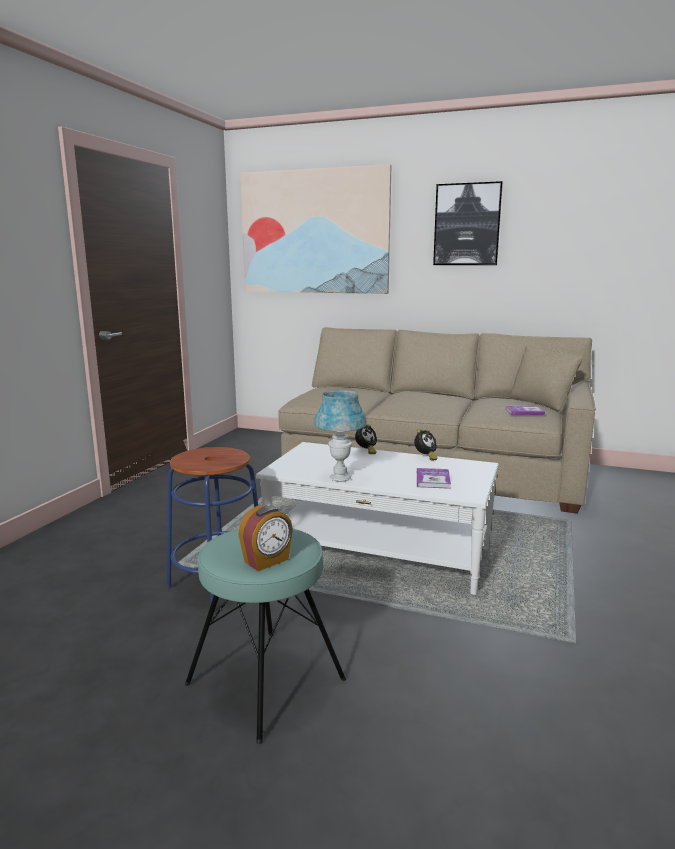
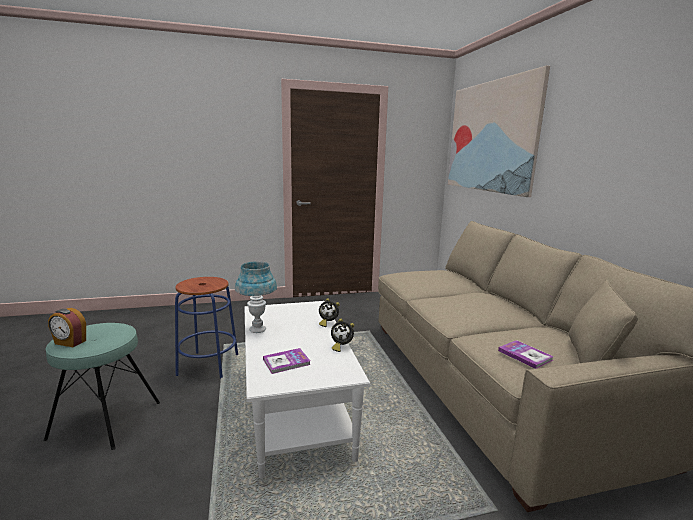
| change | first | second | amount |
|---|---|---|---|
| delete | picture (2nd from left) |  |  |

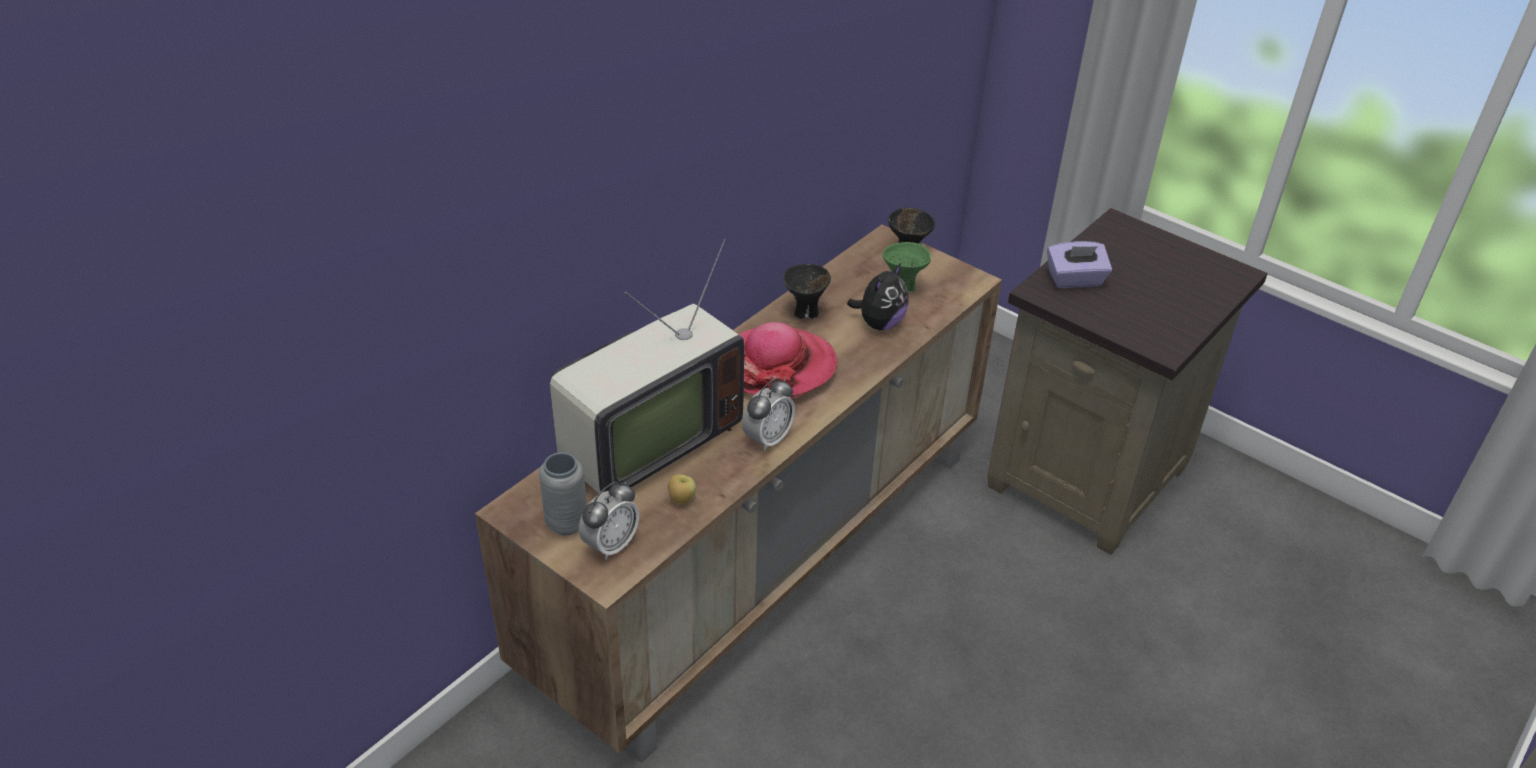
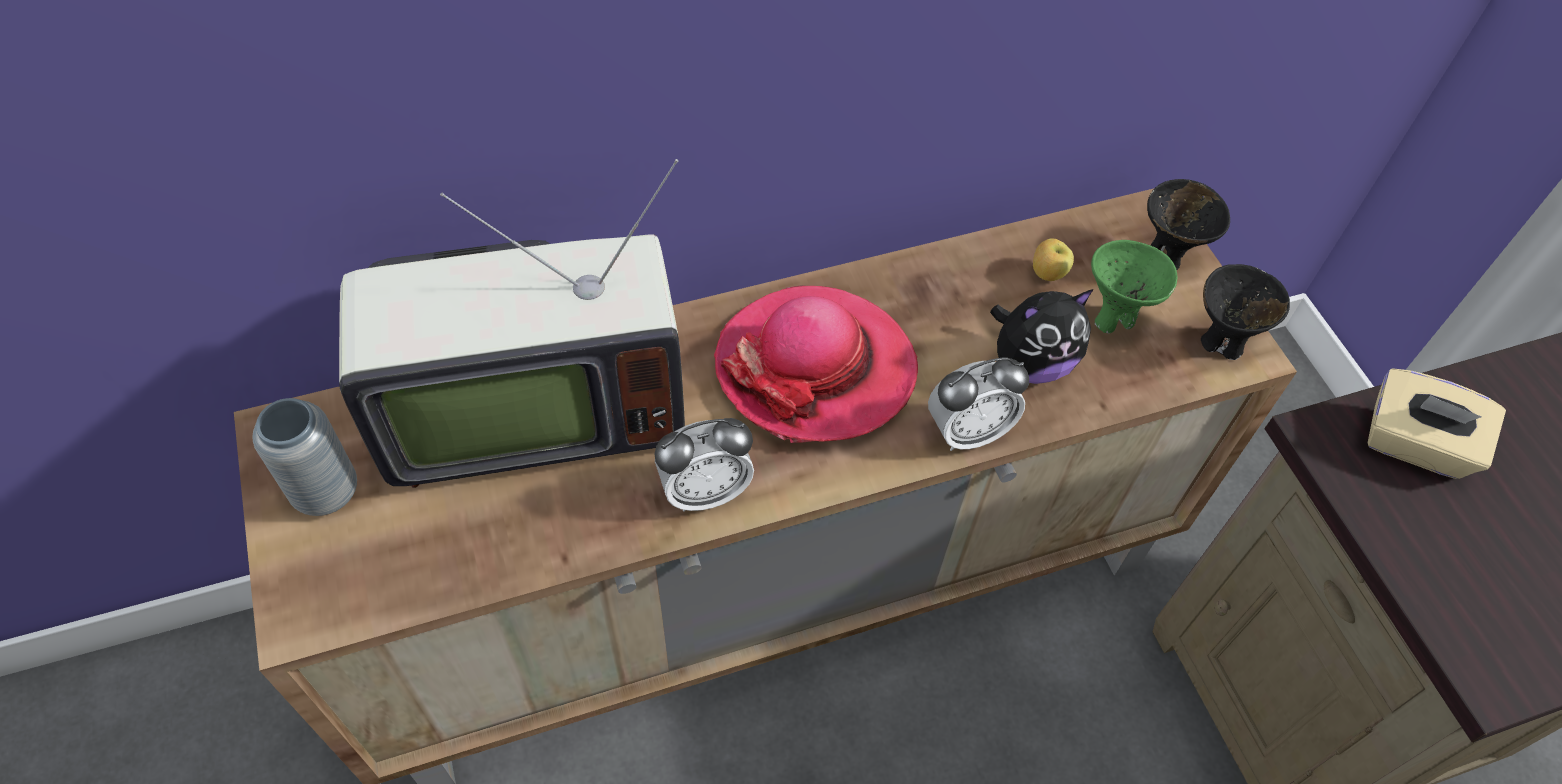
| change | first | second | amount |
|---|---|---|---|
| move | alarm clock (1st from left in the first image) | alarm clock (2nd from left) |  |
| move | apple |  |  |
| move | black bowl (1st from left in the first image) | black bowl (2nd from left) |  |
| recolor | purple tissue box | beige tissue box |  |

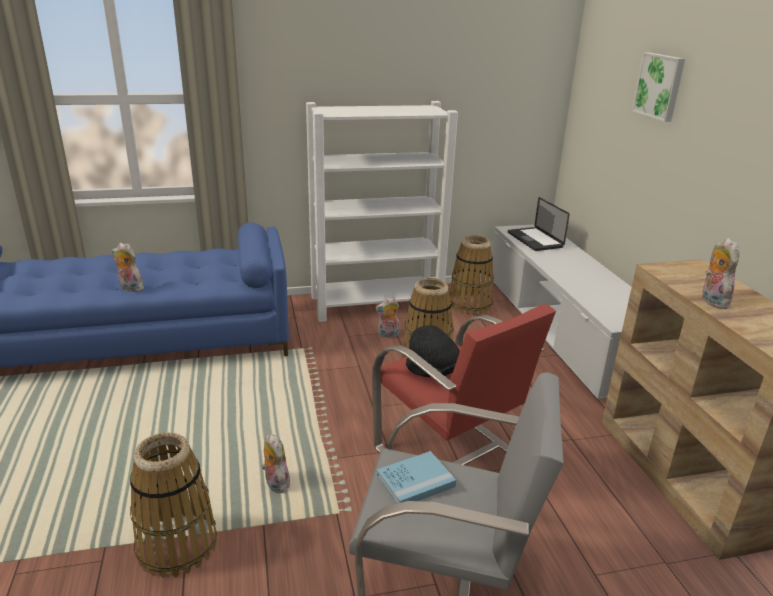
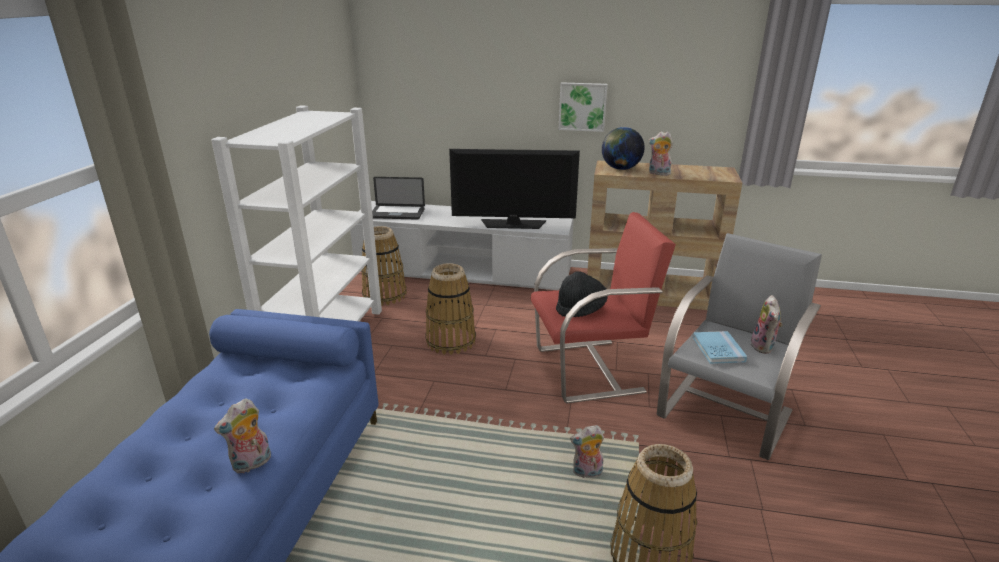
| change | first | second | amount |
|---|---|---|---|
| move | plush toy (3rd from left in the first image) | plush toy (4th from left) |  |
| move | picture |  |  |
| insert |  | television |  |
| insert |  | globe |  |

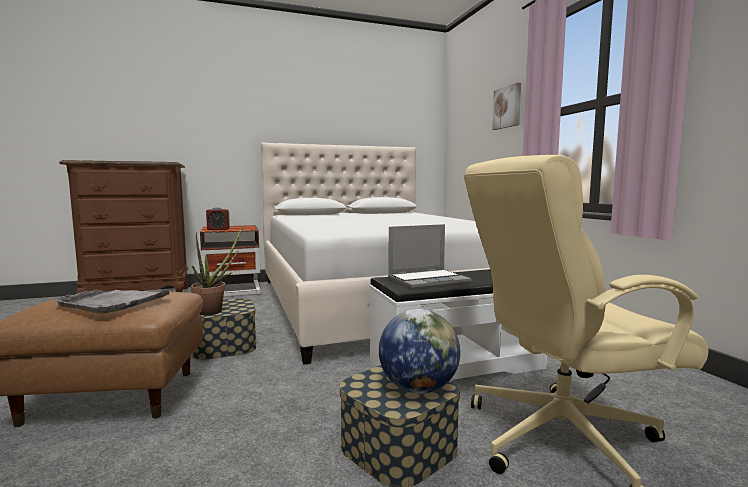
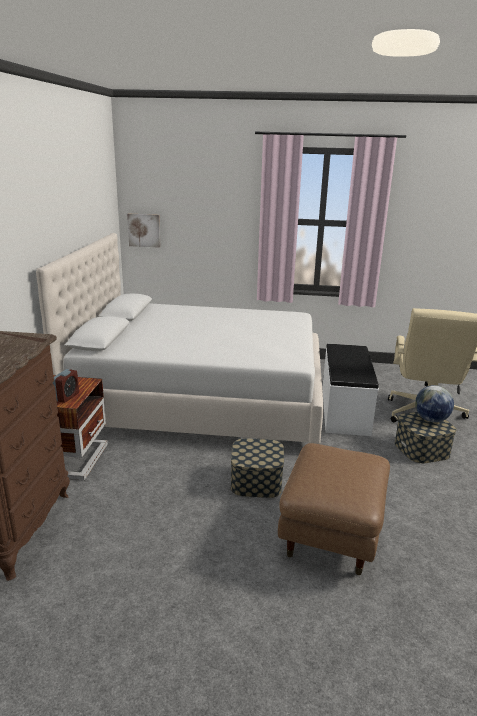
| change | first | second | amount |
|---|---|---|---|
| delete | grey tray |  |  |
| delete | potted plant |  |  |
| delete | laptop |  |  |
| move | picture |  |  |

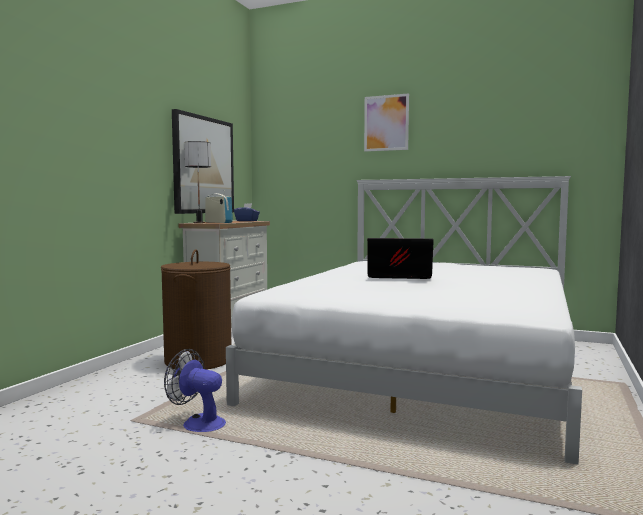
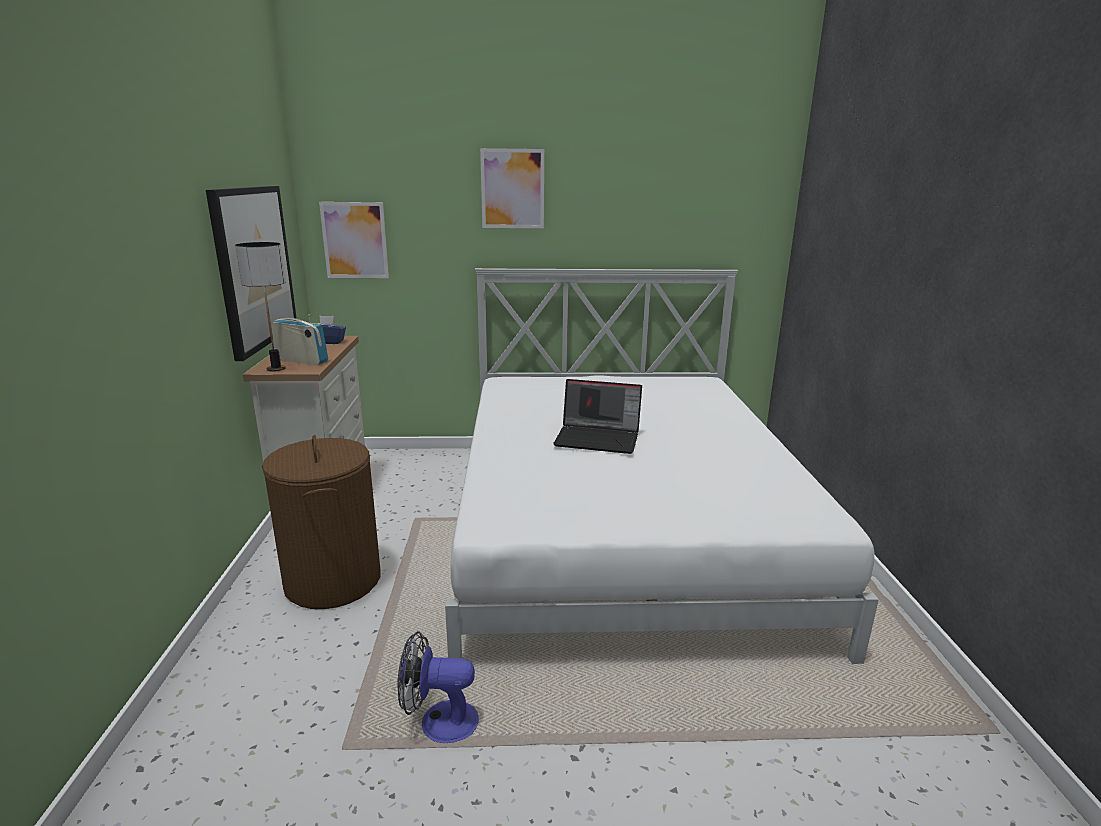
| change | first | second | amount |
|---|---|---|---|
| rotate | laptop |  | 150 degrees counterclockwise |
| insert |  | picture (2nd from left) |  |

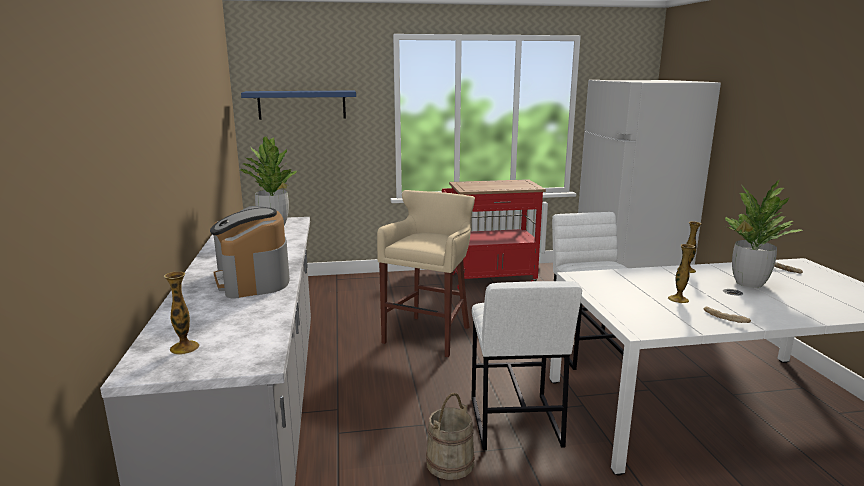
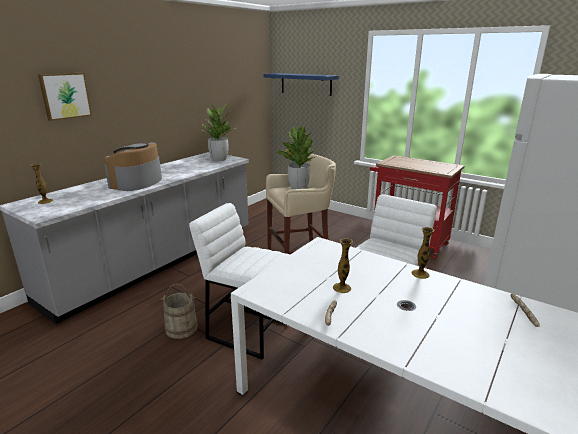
| change | first | second | amount |
|---|---|---|---|
| rotate | white chair (1st from left) |  | 75 degrees clockwise |
| move | potted plant (2nd from left) |  |  |
| insert |  | picture |  |

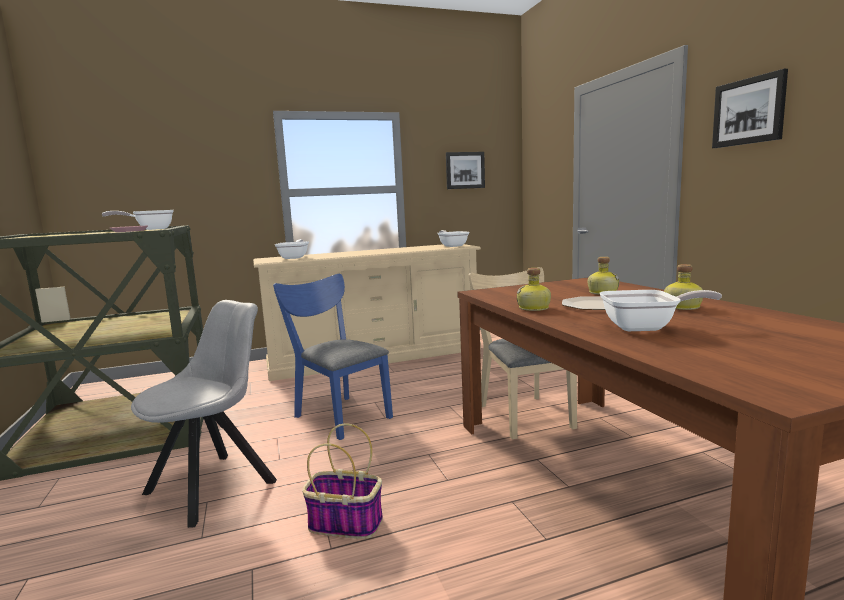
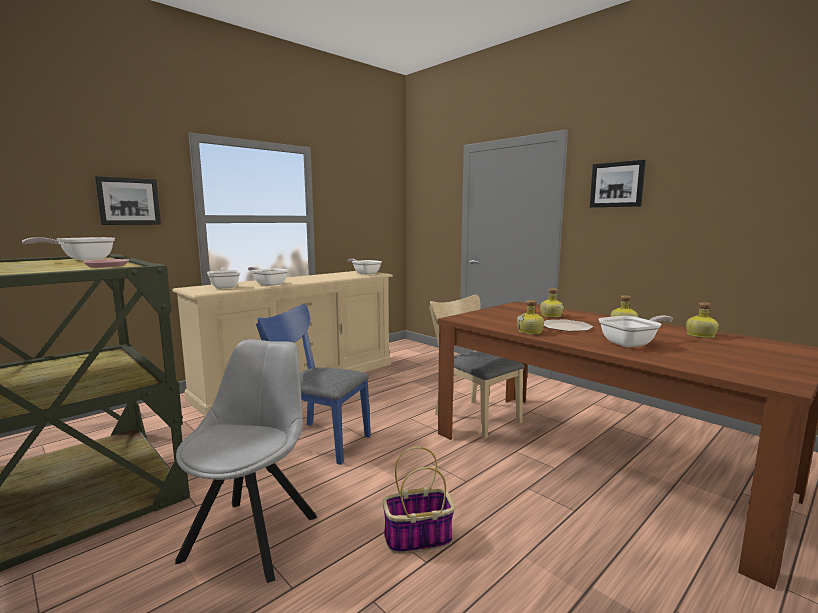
| change | first | second | amount |
|---|---|---|---|
| move | picture (1st from left) |  |  |
| insert |  | frying pan (3rd from left) |  |
| insert |  | bottle (4th from left) |  |

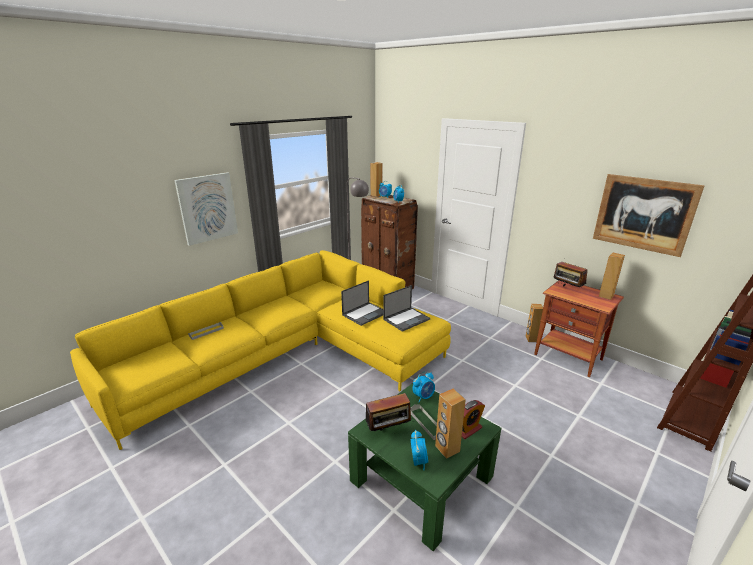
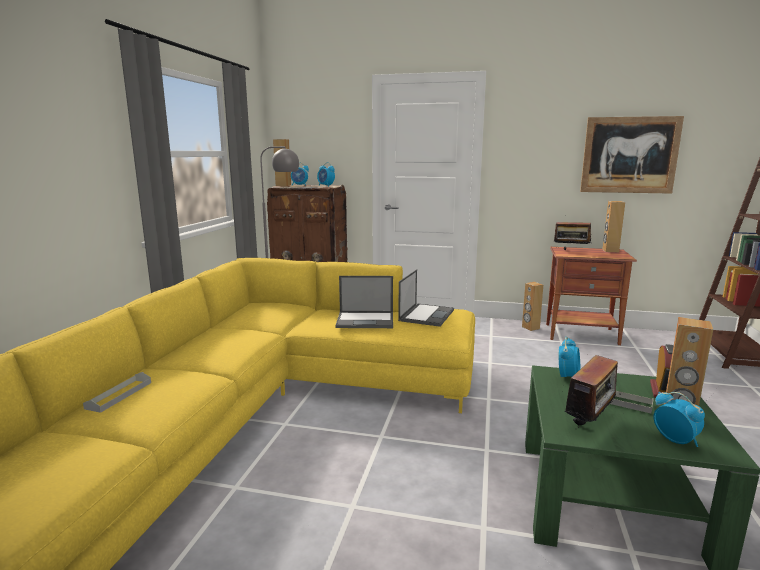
| change | first | second | amount |
|---|---|---|---|
| delete | picture (1st from left) |  |  |
| rotate | laptop (1st from left) |  | 75 degrees clockwise |

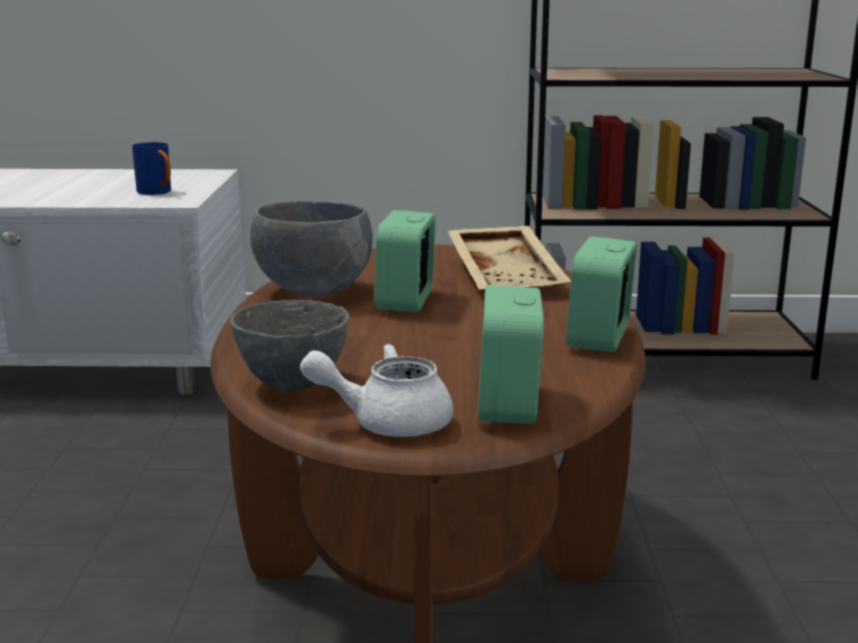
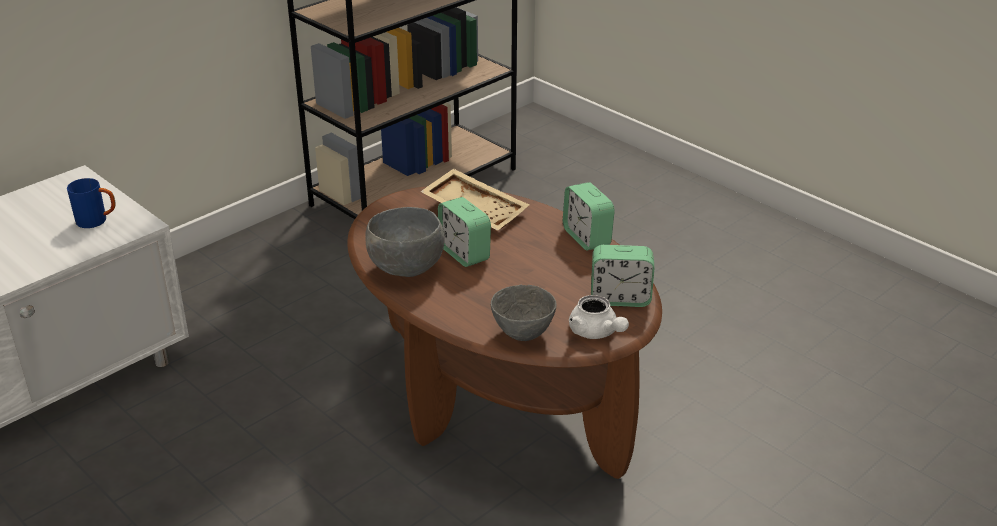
| change | first | second | amount |
|---|---|---|---|
| rotate | white teapot |  | 75 degrees counterclockwise |
| rotate | alarm clock (2nd from left in the first image) | alarm clock (3rd from left) | 45 degrees counterclockwise |

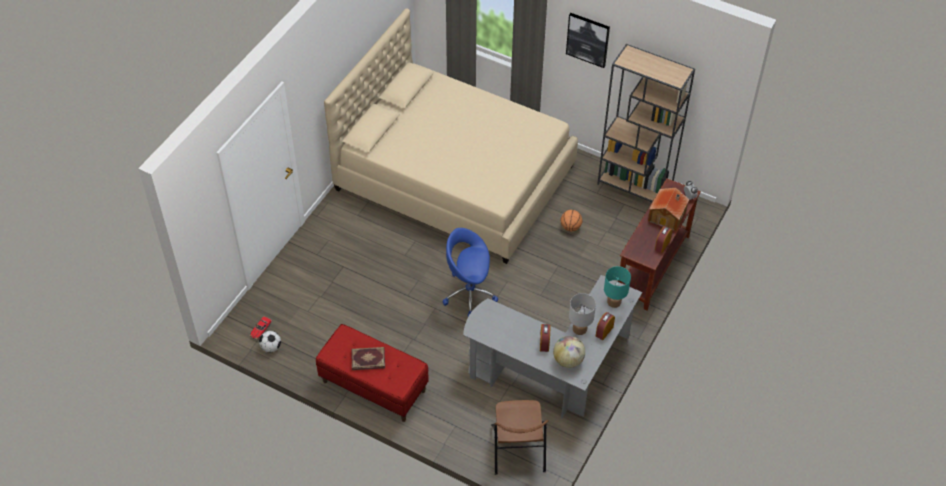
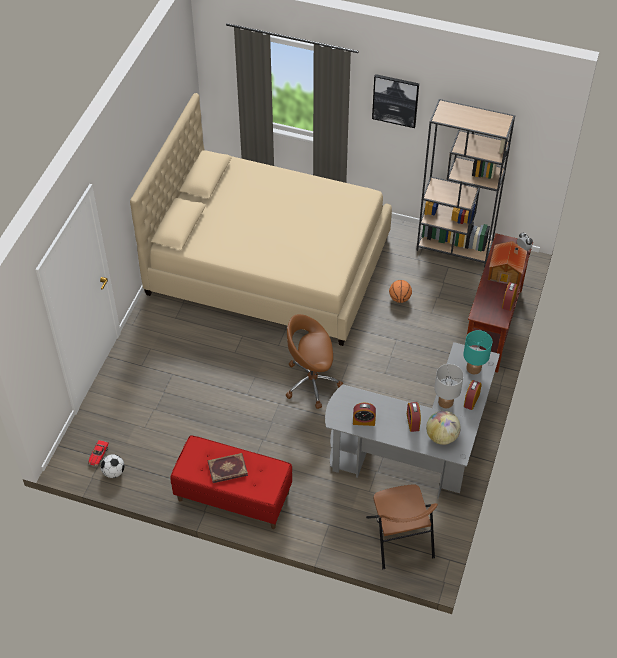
| change | first | second | amount |
|---|---|---|---|
| recolor | blue office chair | brown office chair |  |
| insert |  | alarm clock (1st from left) |  |

